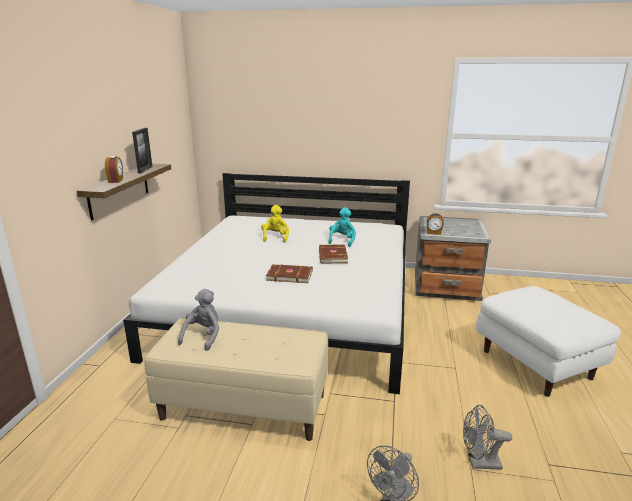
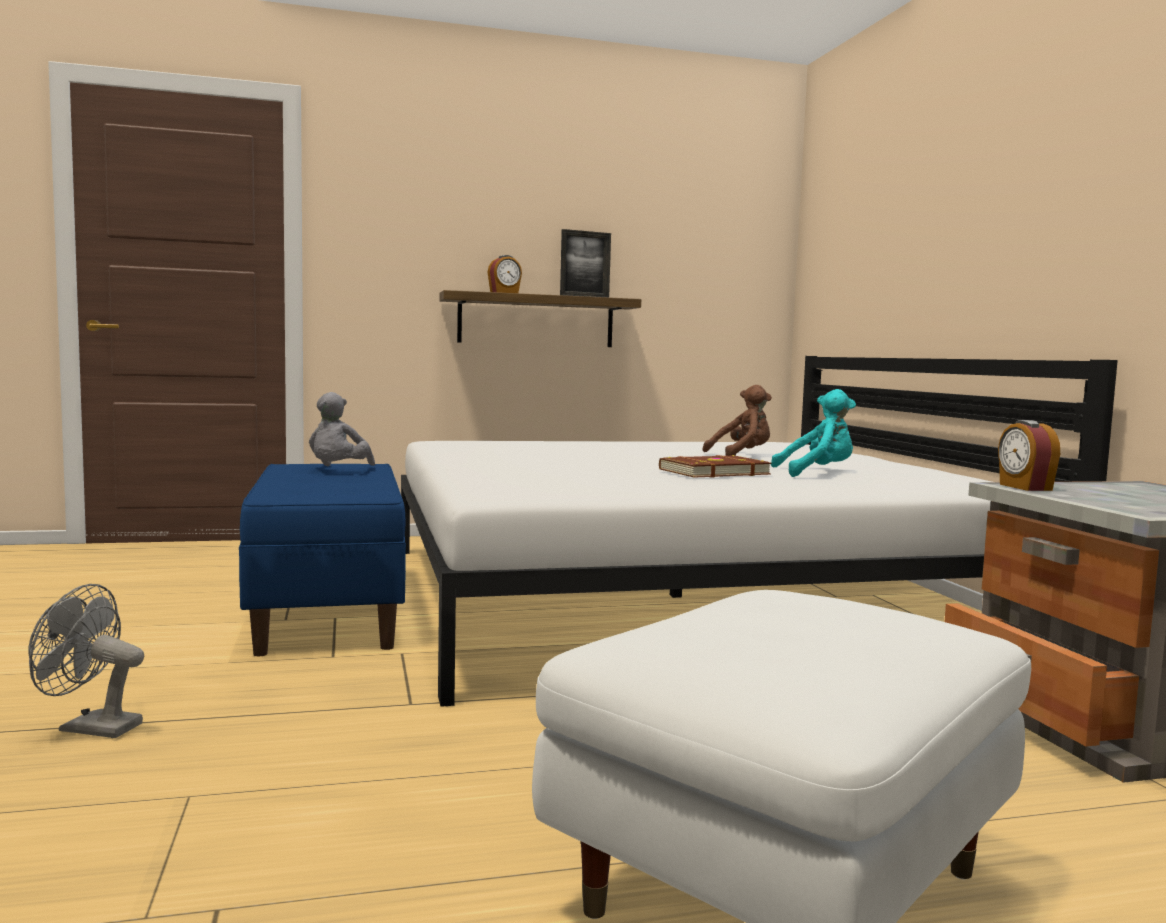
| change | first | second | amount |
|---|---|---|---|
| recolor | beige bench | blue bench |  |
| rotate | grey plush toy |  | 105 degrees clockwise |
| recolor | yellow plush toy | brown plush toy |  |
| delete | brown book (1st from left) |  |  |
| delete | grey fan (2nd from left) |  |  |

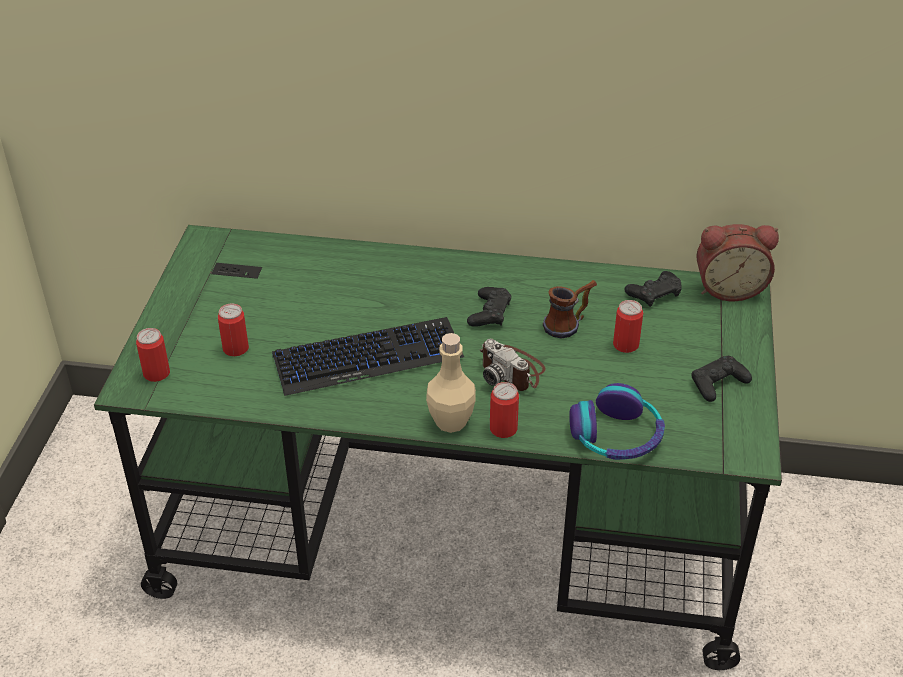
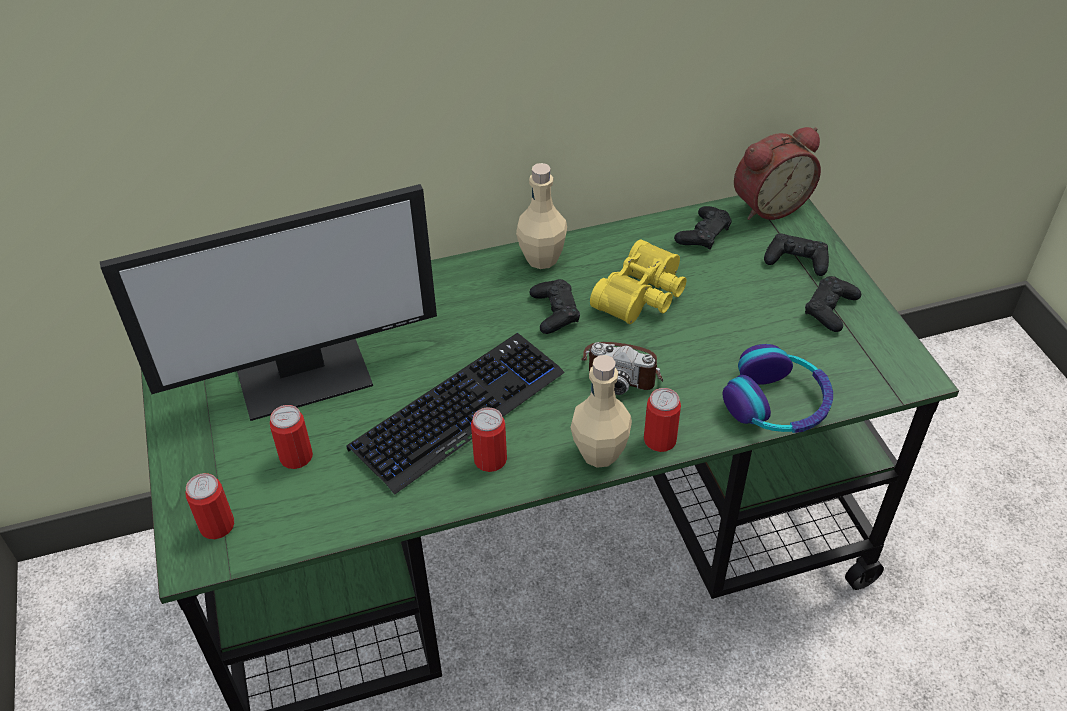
| change | first | second | amount |
|---|---|---|---|
| replace | mug | yellow binoculars |  |
| move | can (4th from left in the first image) | can (3rd from left) |  |
| insert |  | monitor |  |
| insert |  | beige bottle (1st from left) |  |
| insert |  | black game controller (3rd from left) |  |

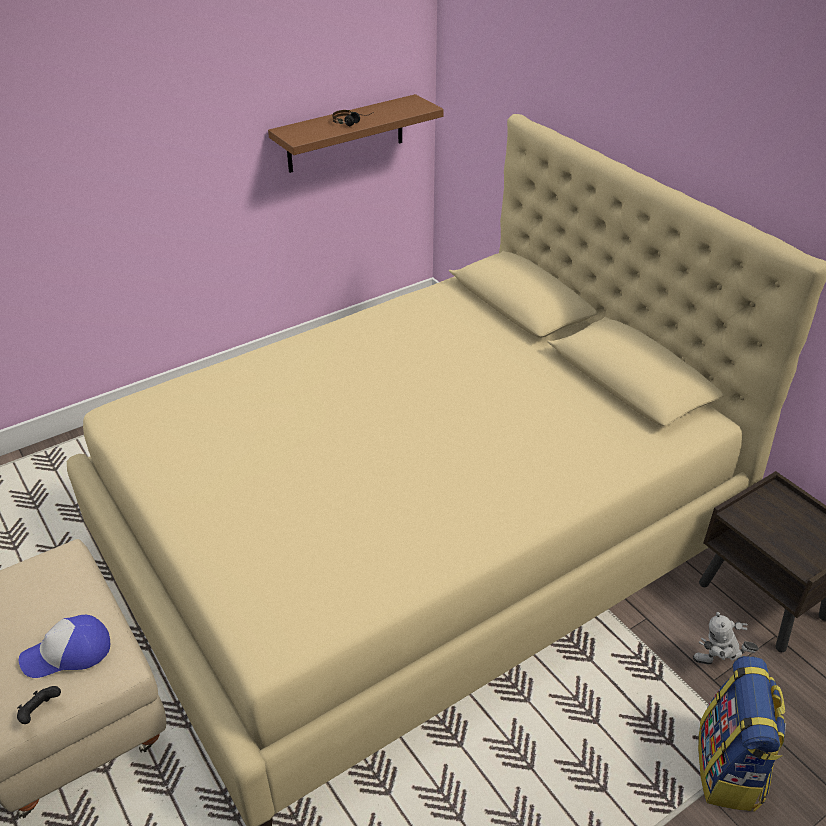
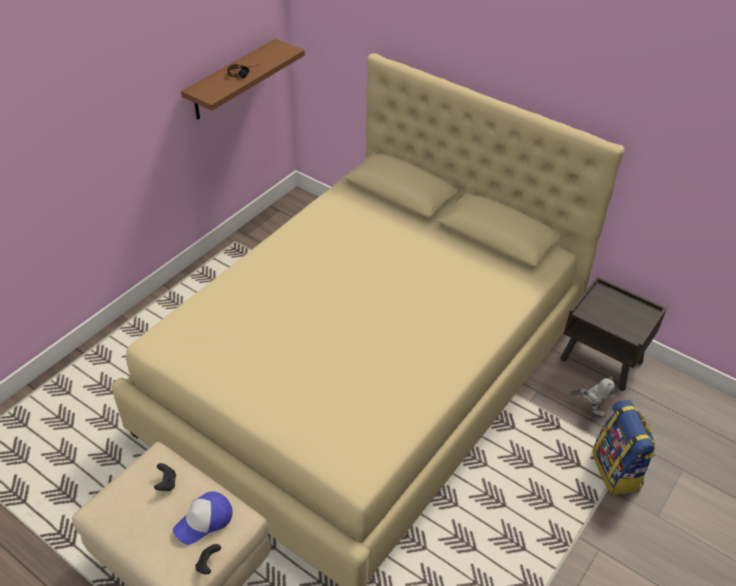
| change | first | second | amount |
|---|---|---|---|
| rotate | toy robot |  | 135 degrees counterclockwise |
| insert |  | black game controller (1st from left) |  |

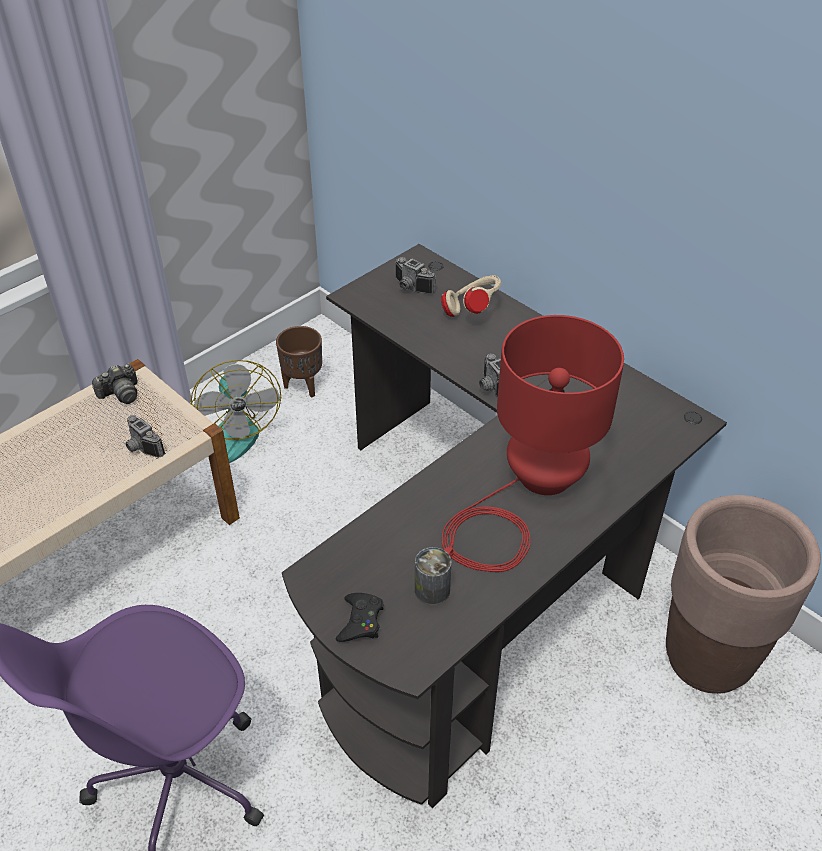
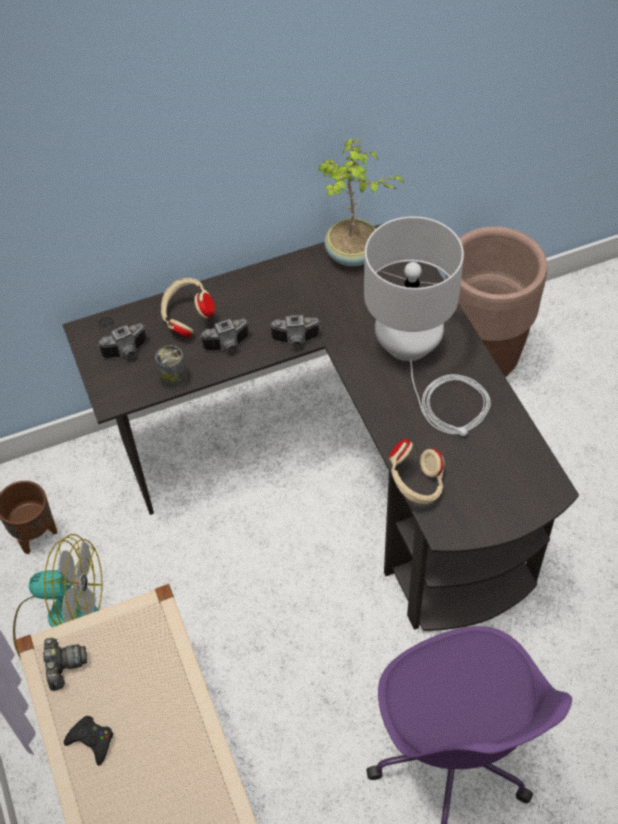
| change | first | second | amount |
|---|---|---|---|
| move | photo camera (2nd from left in the first image) | photo camera (3rd from left) |  |
| move | black game controller |  |  |
| move | can |  |  |
| recolor | red table lamp | grey table lamp |  |
| insert |  | potted plant |  |
| insert |  | beige headphones (2nd from left) |  |

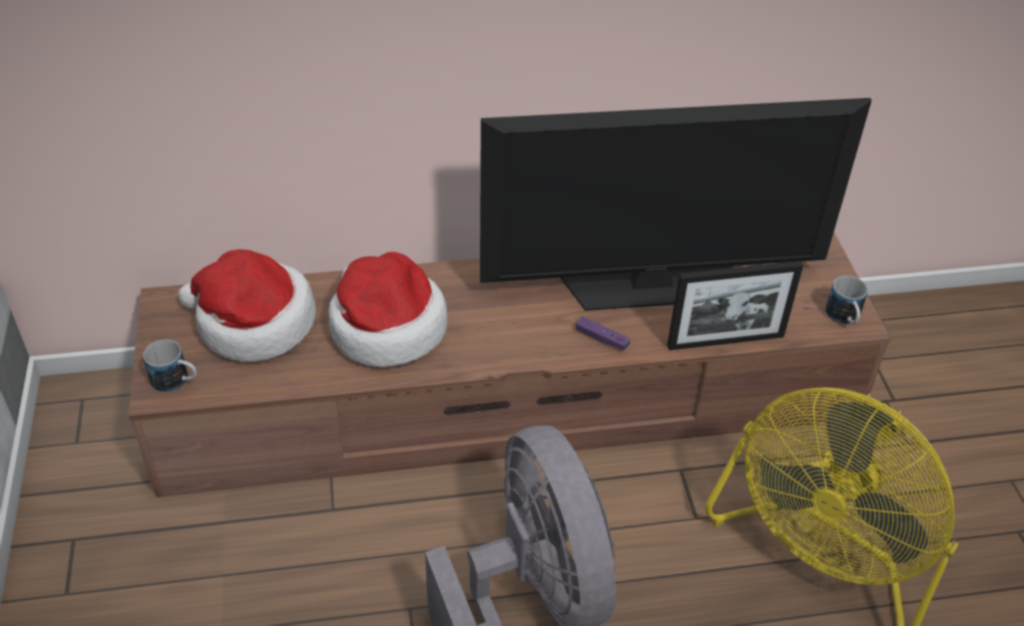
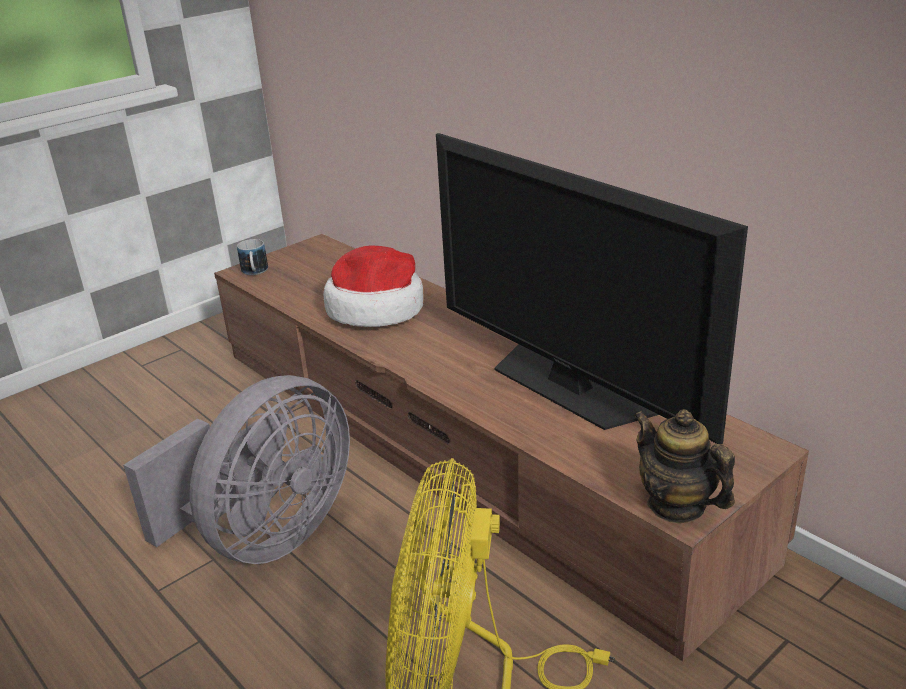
| change | first | second | amount |
|---|---|---|---|
| delete | hat (1st from left) |  |  |
| delete | purple game controller |  |  |
| delete | picture frame |  |  |
| replace | mug (2nd from left) | teapot |  |

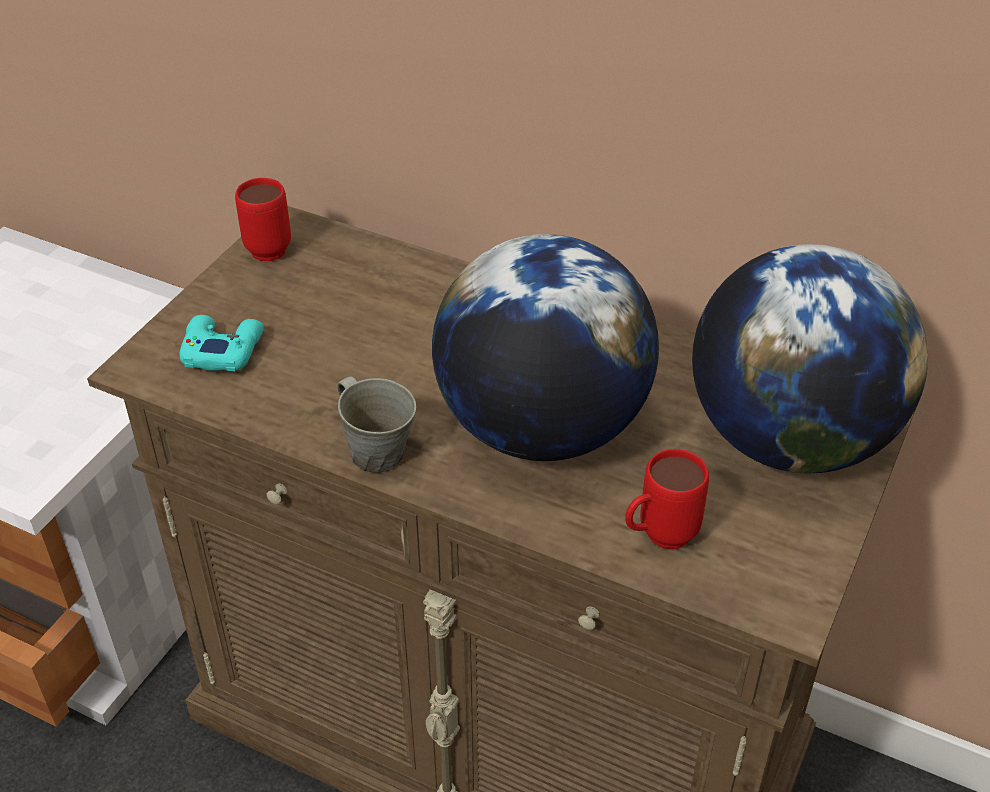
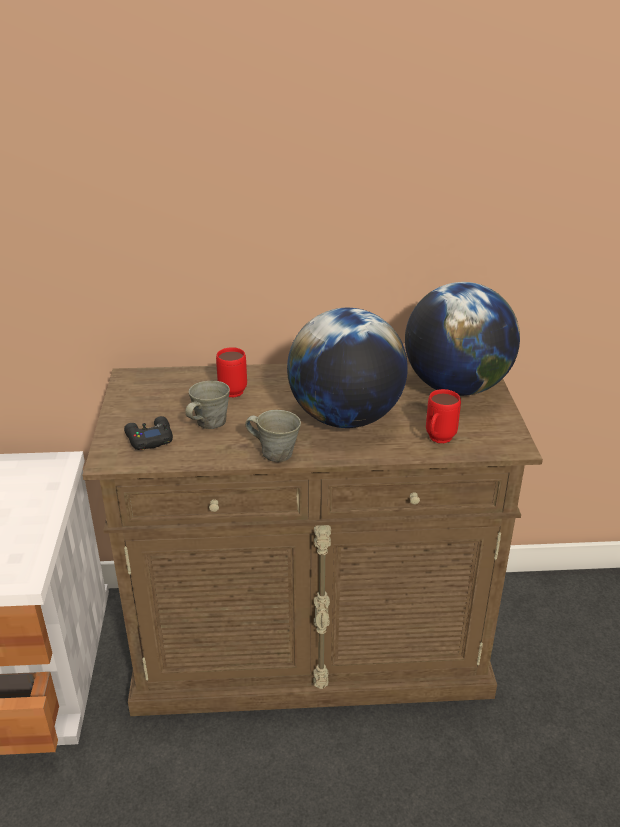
| change | first | second | amount |
|---|---|---|---|
| recolor | turquoise game controller | black game controller |  |
| move | red mug (1st from left) |  |  |
| insert |  | grey mug (1st from left) |  |

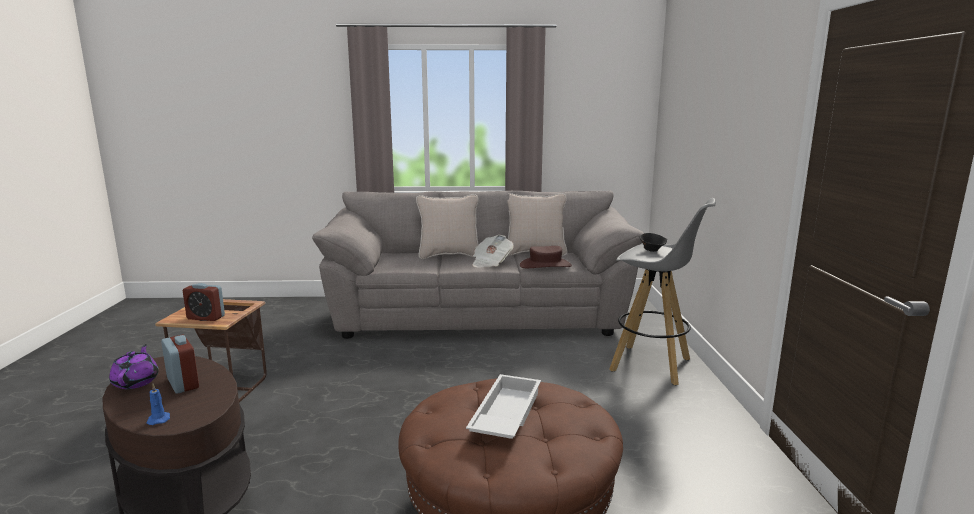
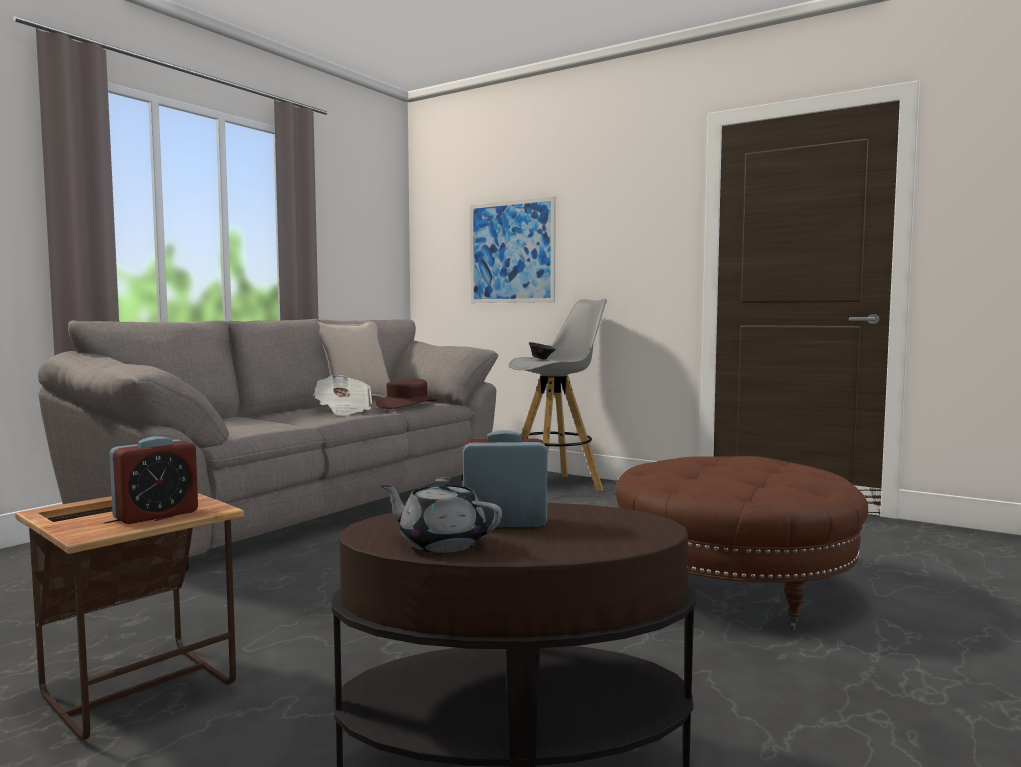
| change | first | second | amount |
|---|---|---|---|
| recolor | purple teapot | grey teapot |  |
| delete | blue candle |  |  |
| delete | beige pillow (1st from left) |  |  |
| delete | white tray |  |  |
| insert |  | picture |  |

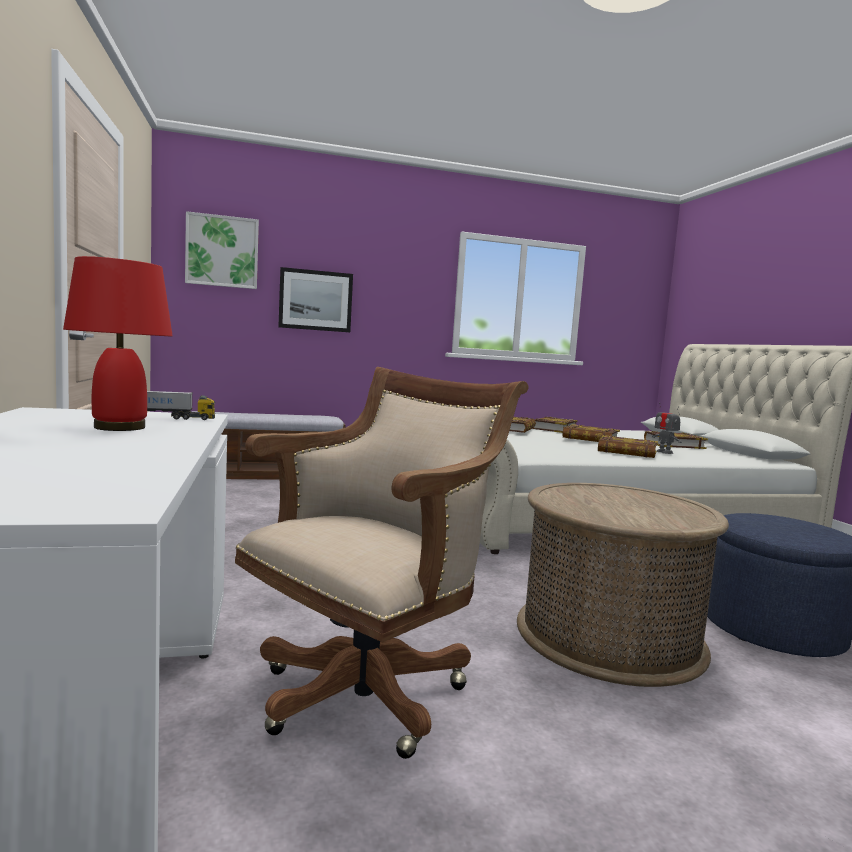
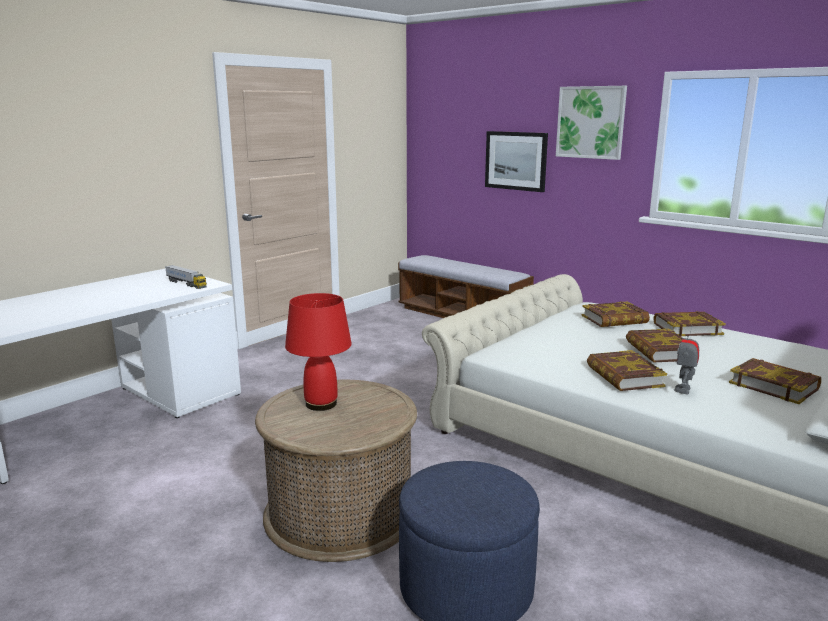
| change | first | second | amount |
|---|---|---|---|
| move | red table lamp |  |  |
| move | picture (1st from left in the first image) | picture (2nd from left) |  |
| delete | office chair |  |  |

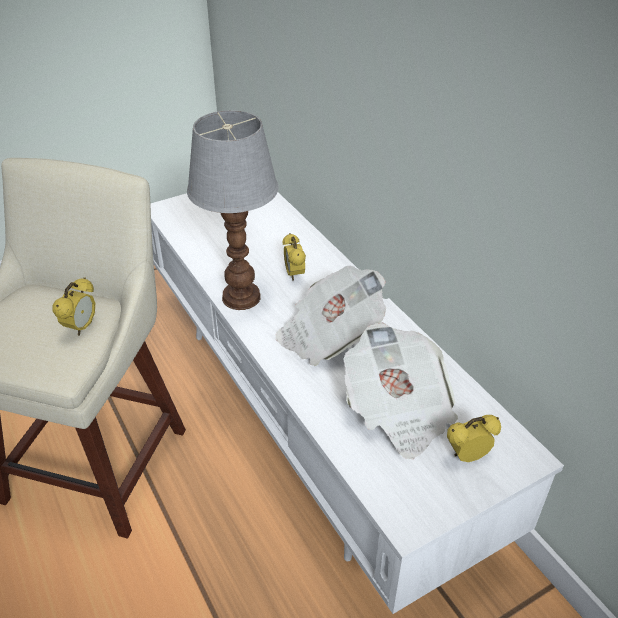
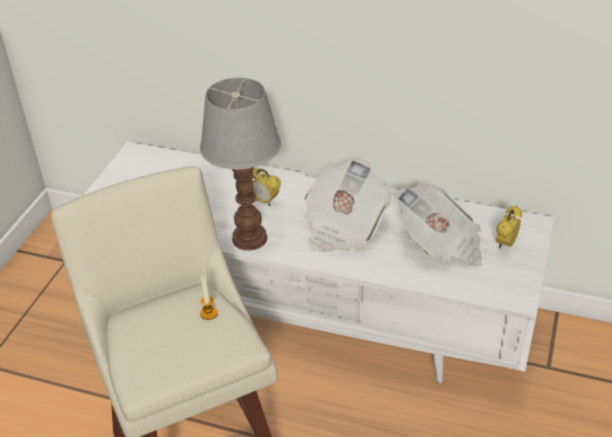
| change | first | second | amount |
|---|---|---|---|
| replace | alarm clock (1st from left) | candle |  |

